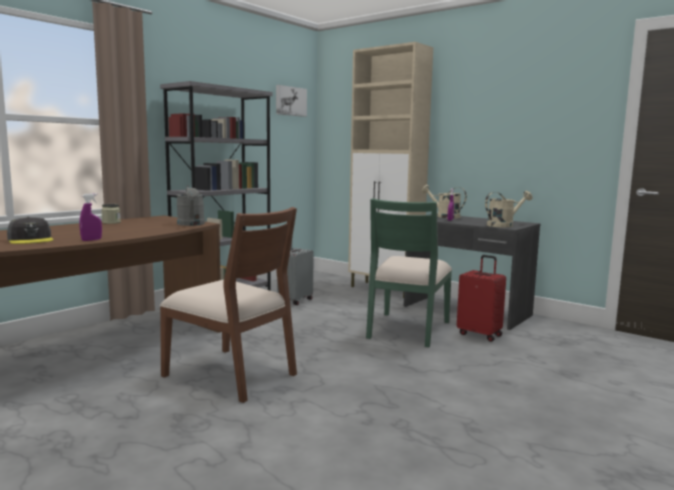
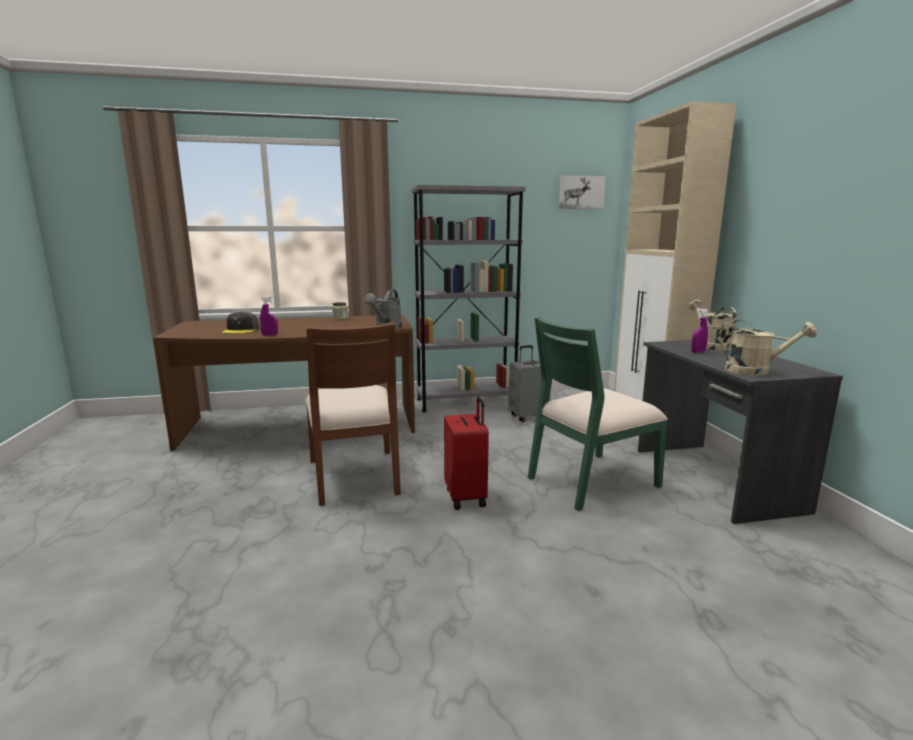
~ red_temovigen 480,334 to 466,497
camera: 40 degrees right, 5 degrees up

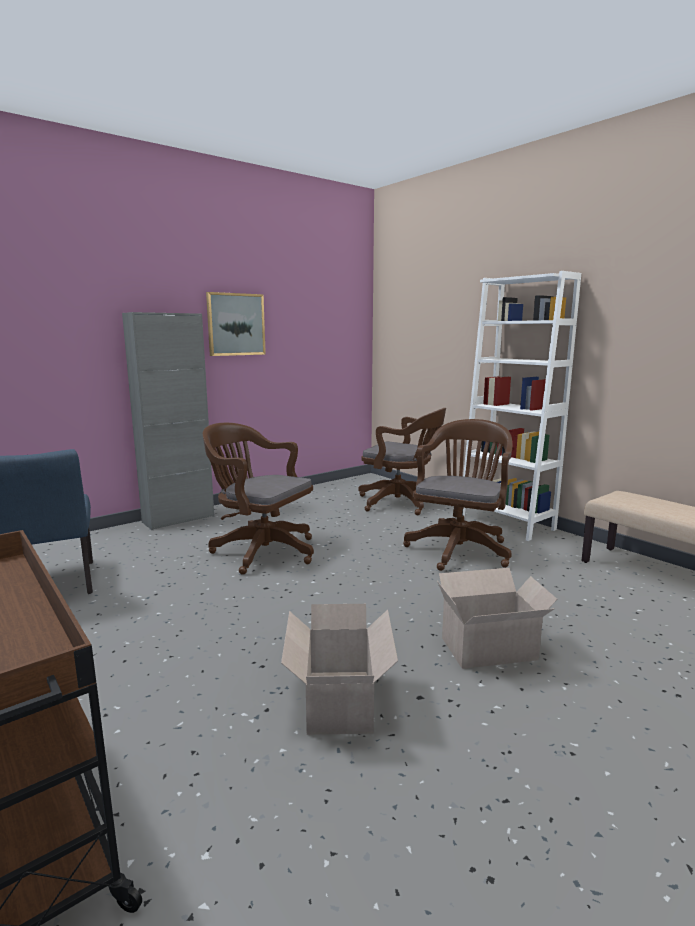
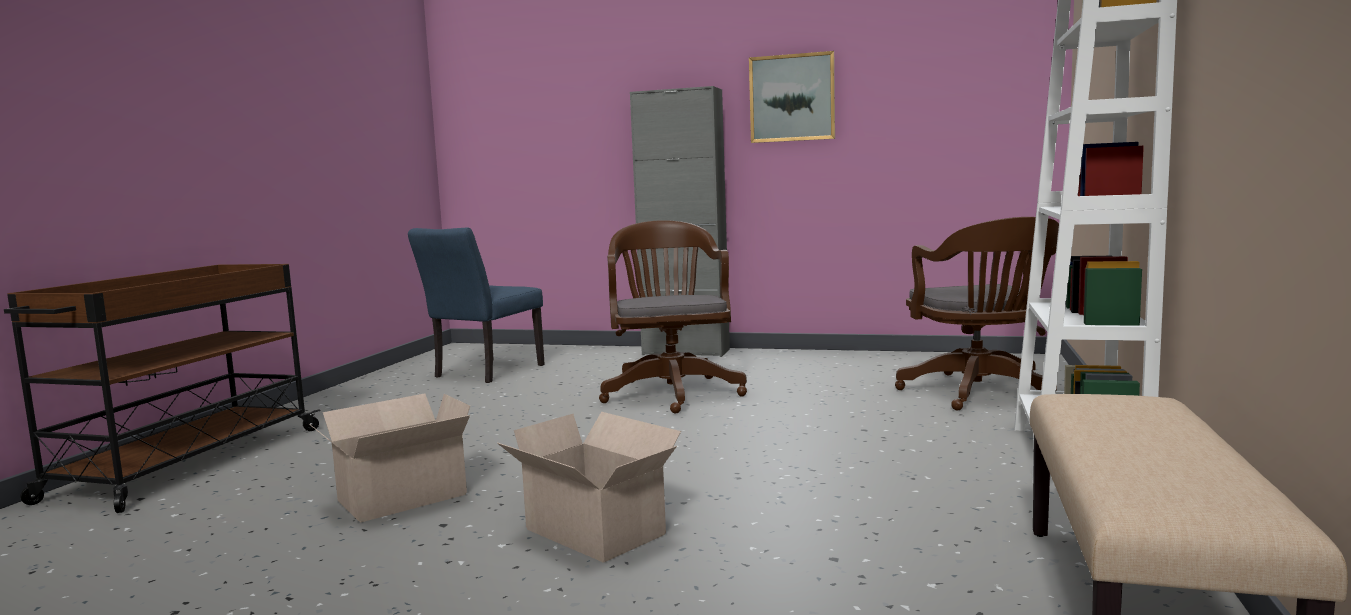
- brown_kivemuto 460,548
camera: 55 degrees right, 5 degrees down

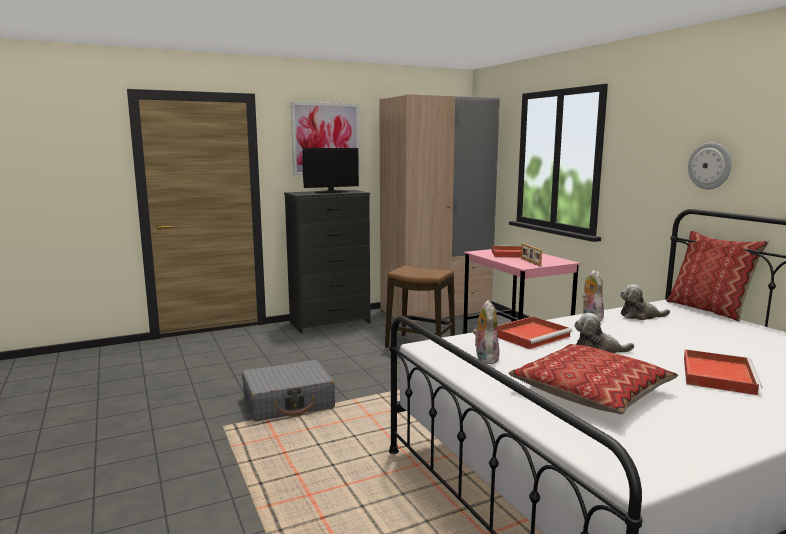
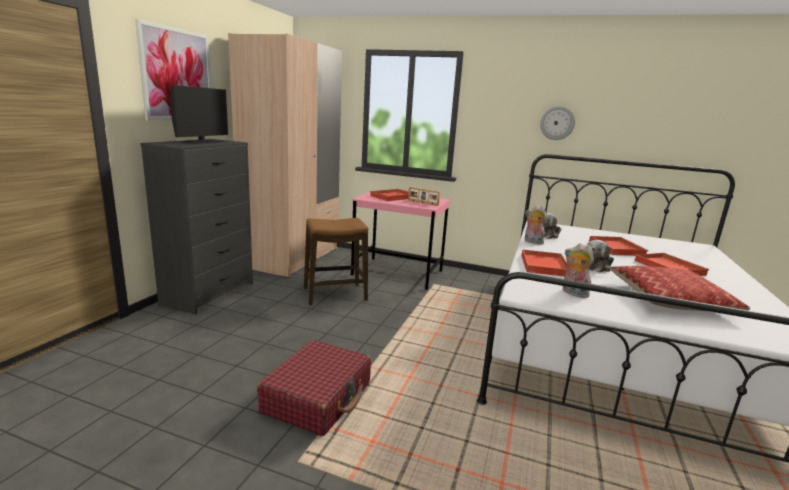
~ grey_temovigen 288,402 to red_temovigen 318,397
- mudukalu 709,309
+ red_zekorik 615,248
camera: 45 degrees left, 5 degrees up

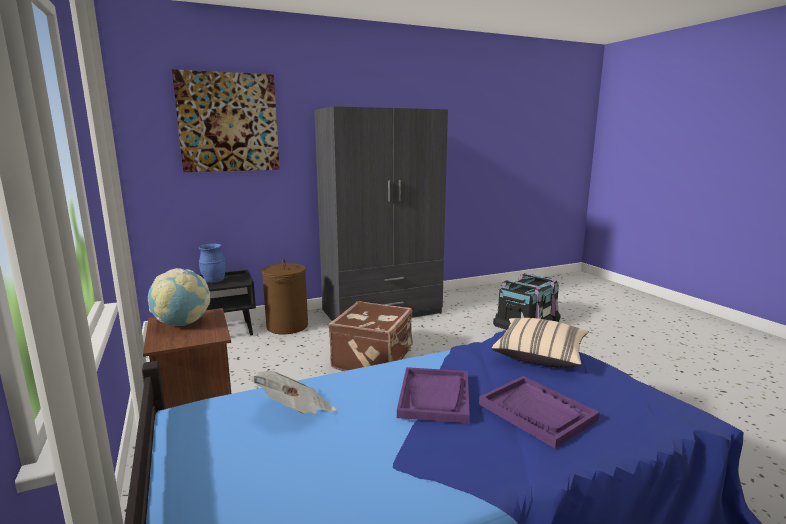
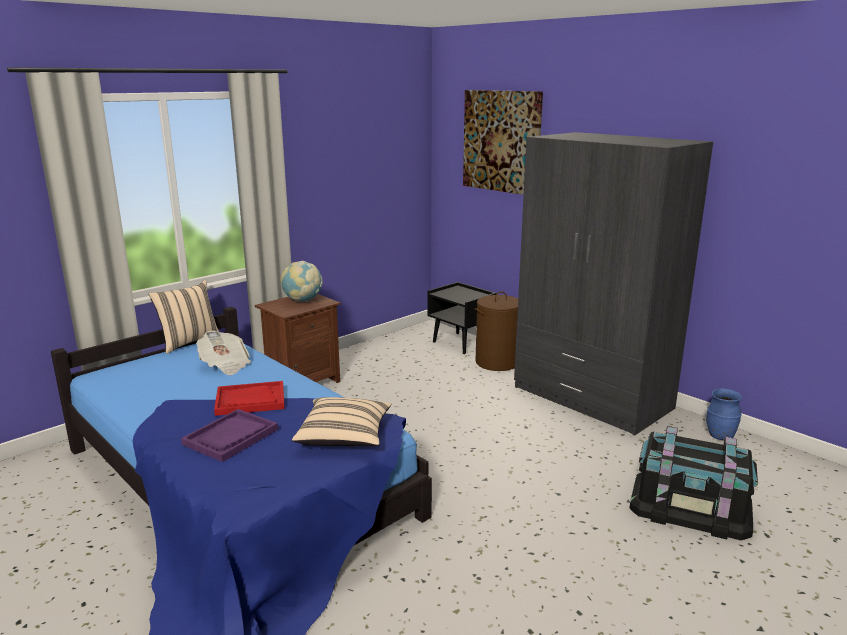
~ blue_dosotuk 214,281 to 720,436
- brown_temovigen 374,359
~ purple_zekorik 434,396 to red_zekorik 250,400
+ beige_mudukalu 189,342
camera: 70 degrees right, 5 degrees up

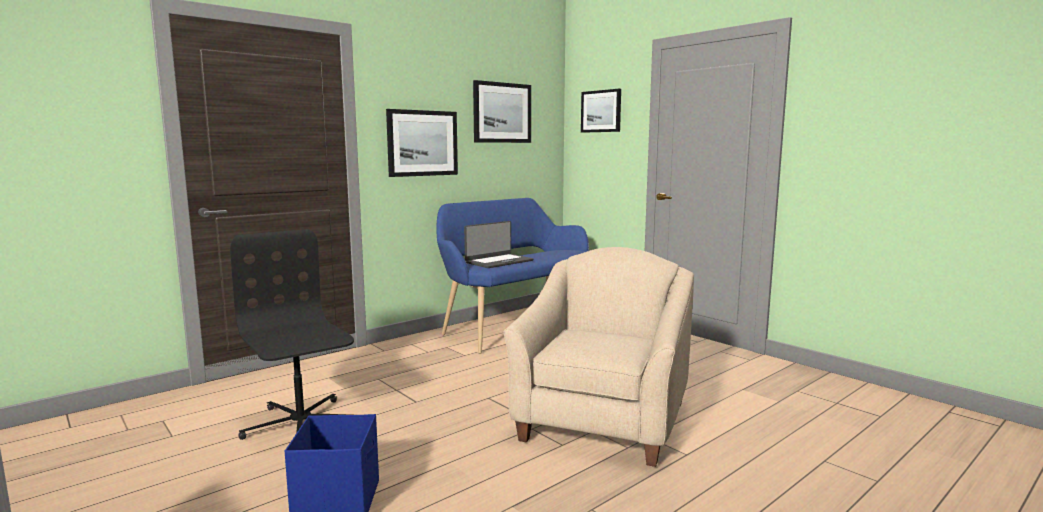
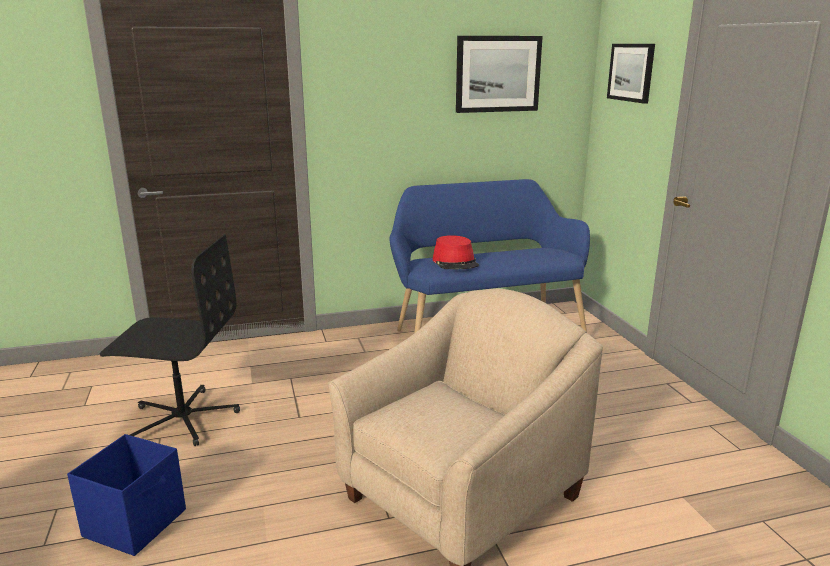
~ black_kivemuto 300,424 = 182,418 105 degrees clockwise
- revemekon 422,143
~ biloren 498,261 to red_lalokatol 455,262
camera: 25 degrees right, 10 degrees up

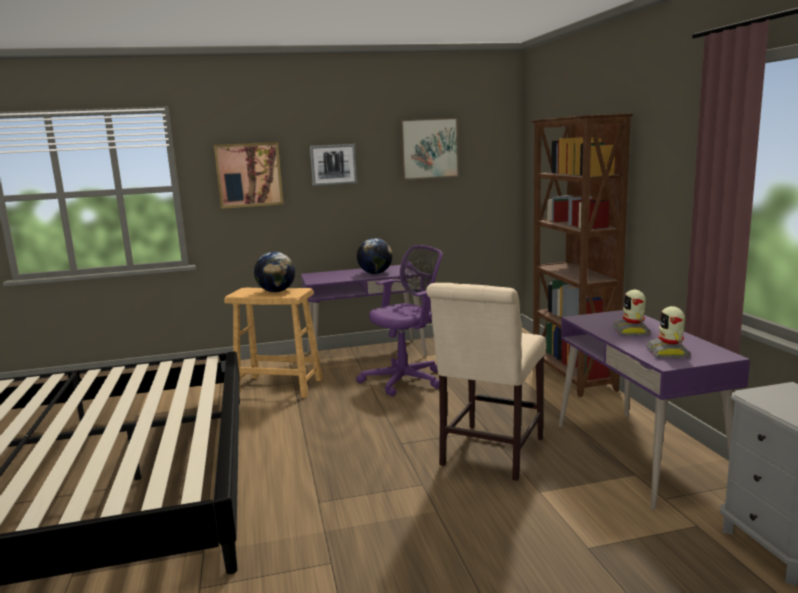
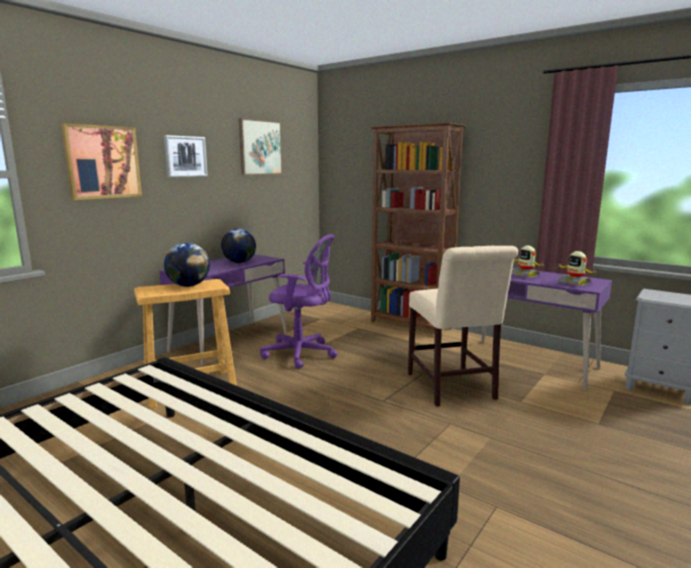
~ purple_kivemuto 406,380 = 302,354 90 degrees clockwise
camera: 40 degrees left, 0 degrees up

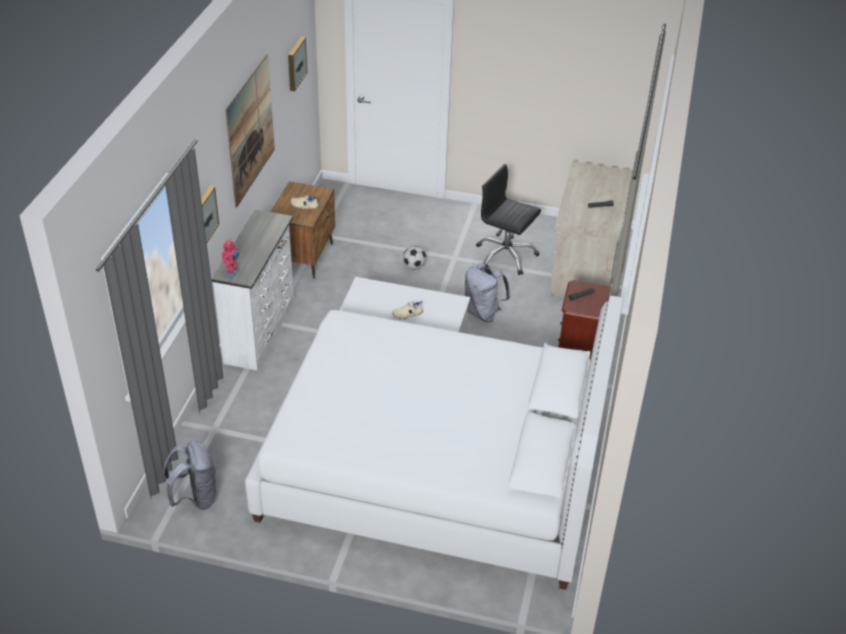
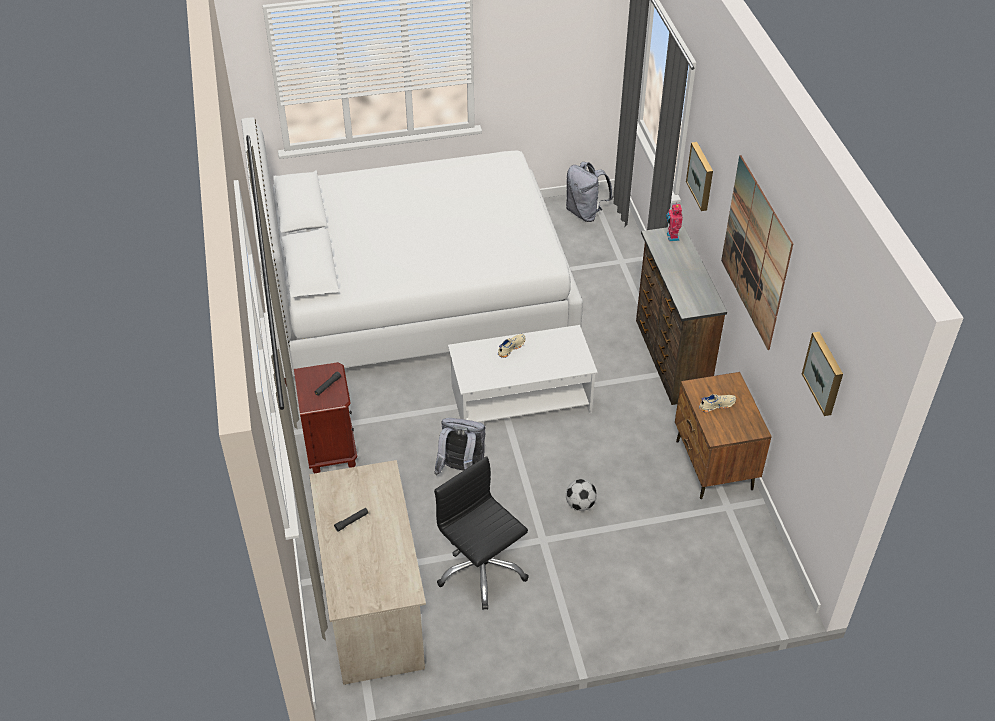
~ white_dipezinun 261,331 to brown_dipezinun 670,359
~ black_kivemuto 505,256 = 481,570 135 degrees counterclockwise
camera: 155 degrees right, 5 degrees up

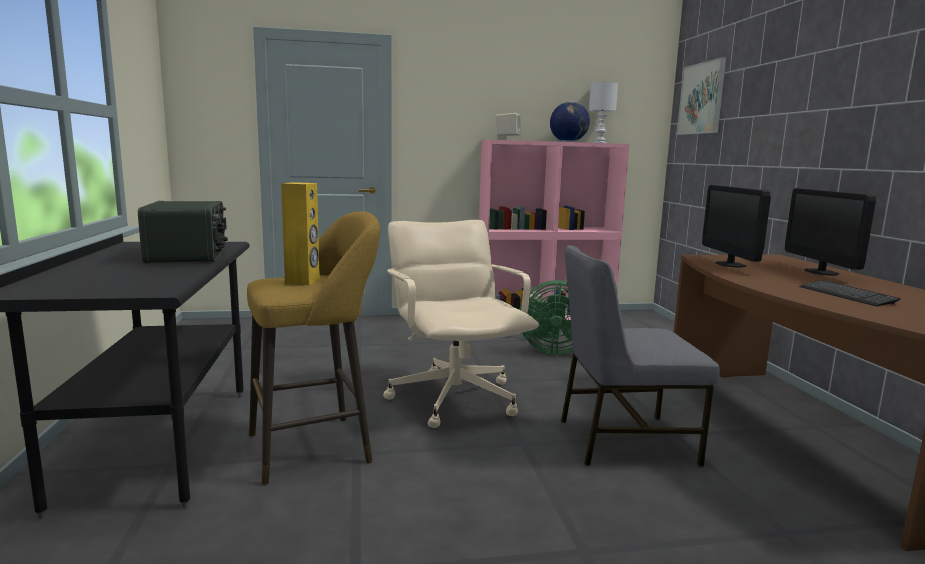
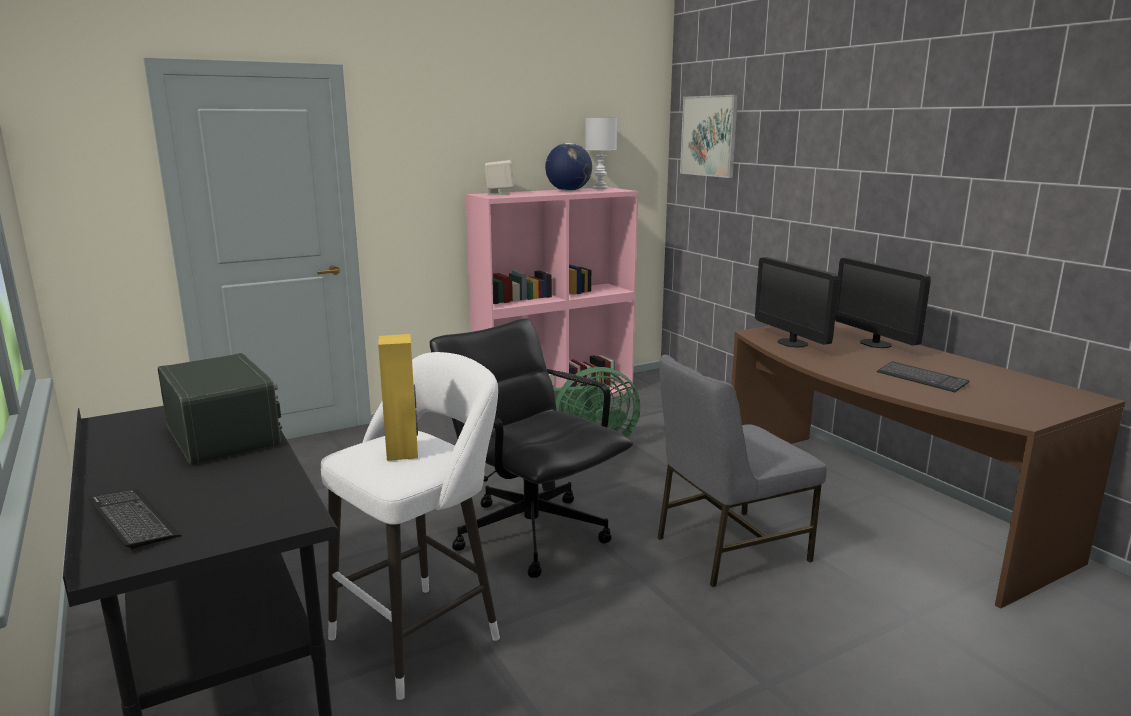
~ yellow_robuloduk 317,446 to white_robuloduk 423,634
~ beige_kivemuto 455,398 to black_kivemuto 531,532
+ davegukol 133,520
camera: 20 degrees left, 5 degrees up

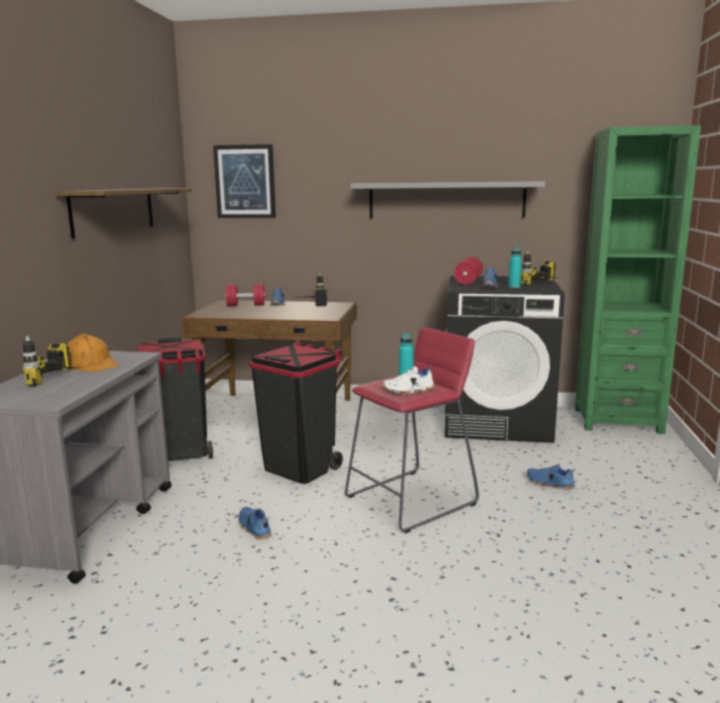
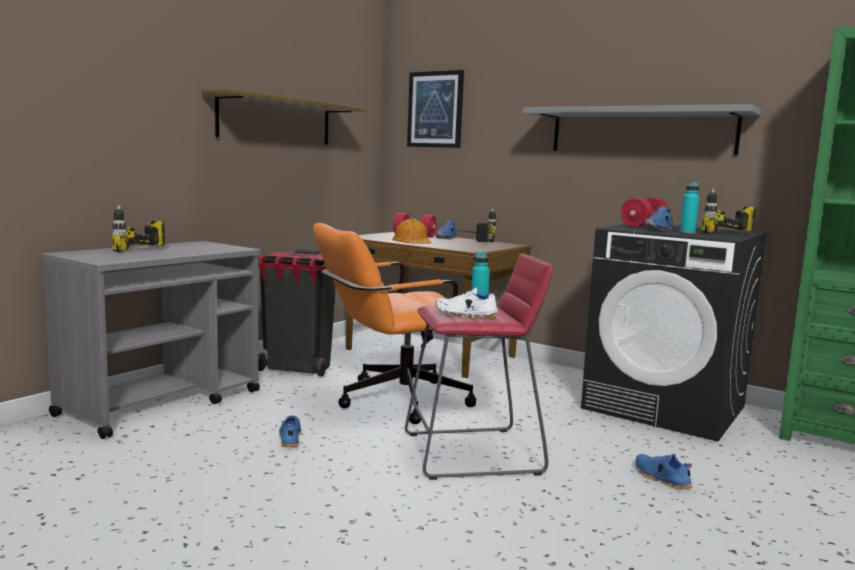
~ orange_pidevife 90,363 to 412,240
~ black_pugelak 300,468 to orange_kivemuto 392,401
camera: 25 degrees right, 5 degrees down

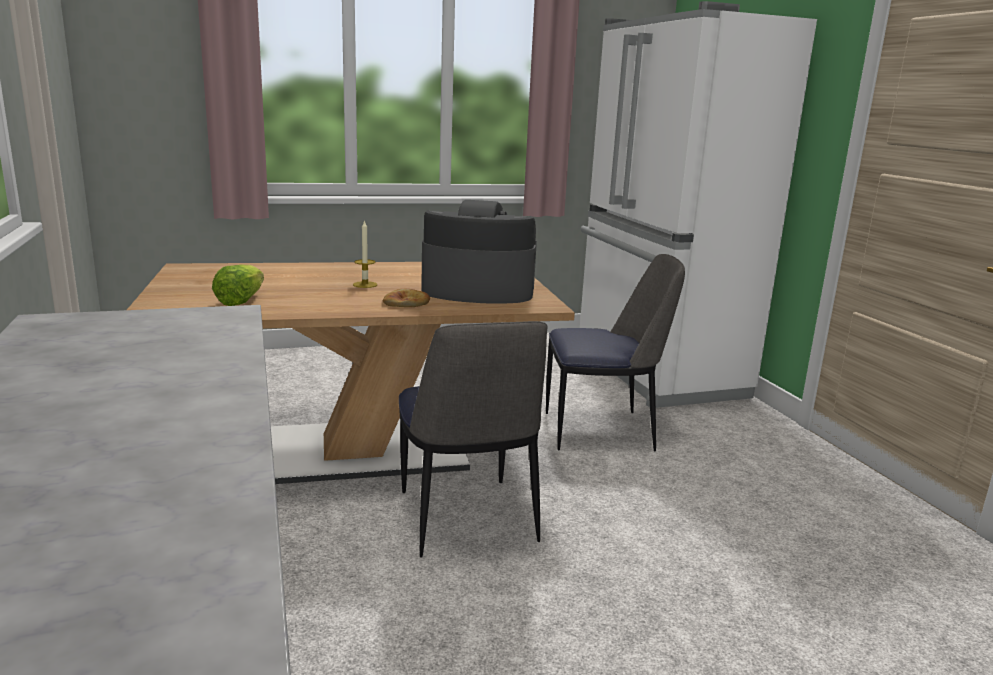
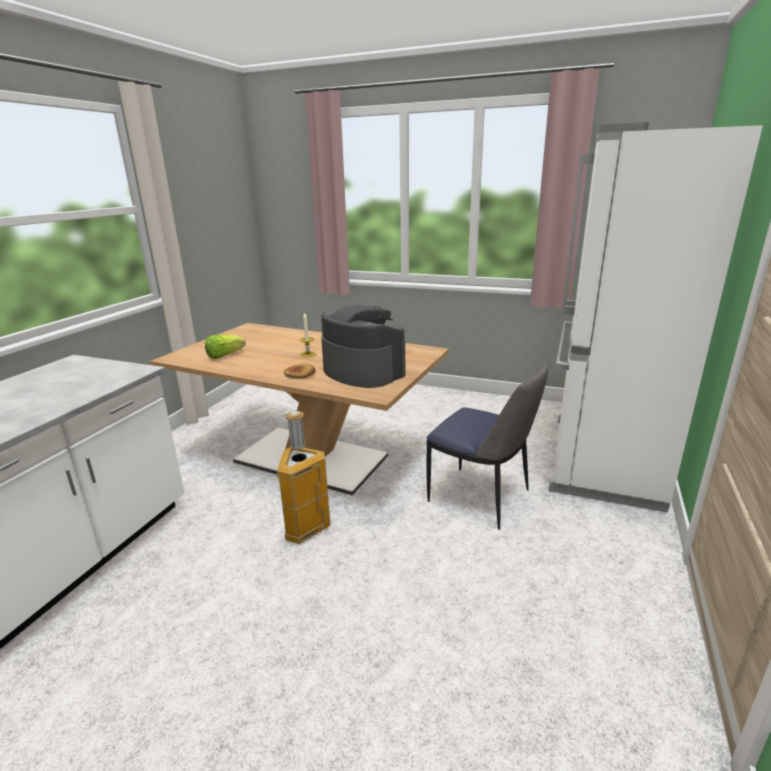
~ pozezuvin 467,519 to pugelak 305,529
camera: 40 degrees right, 5 degrees up

